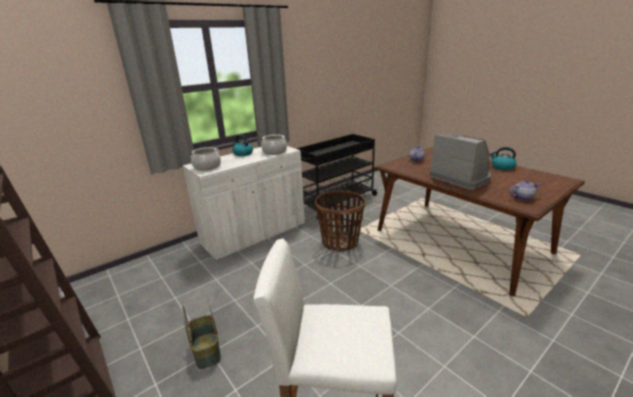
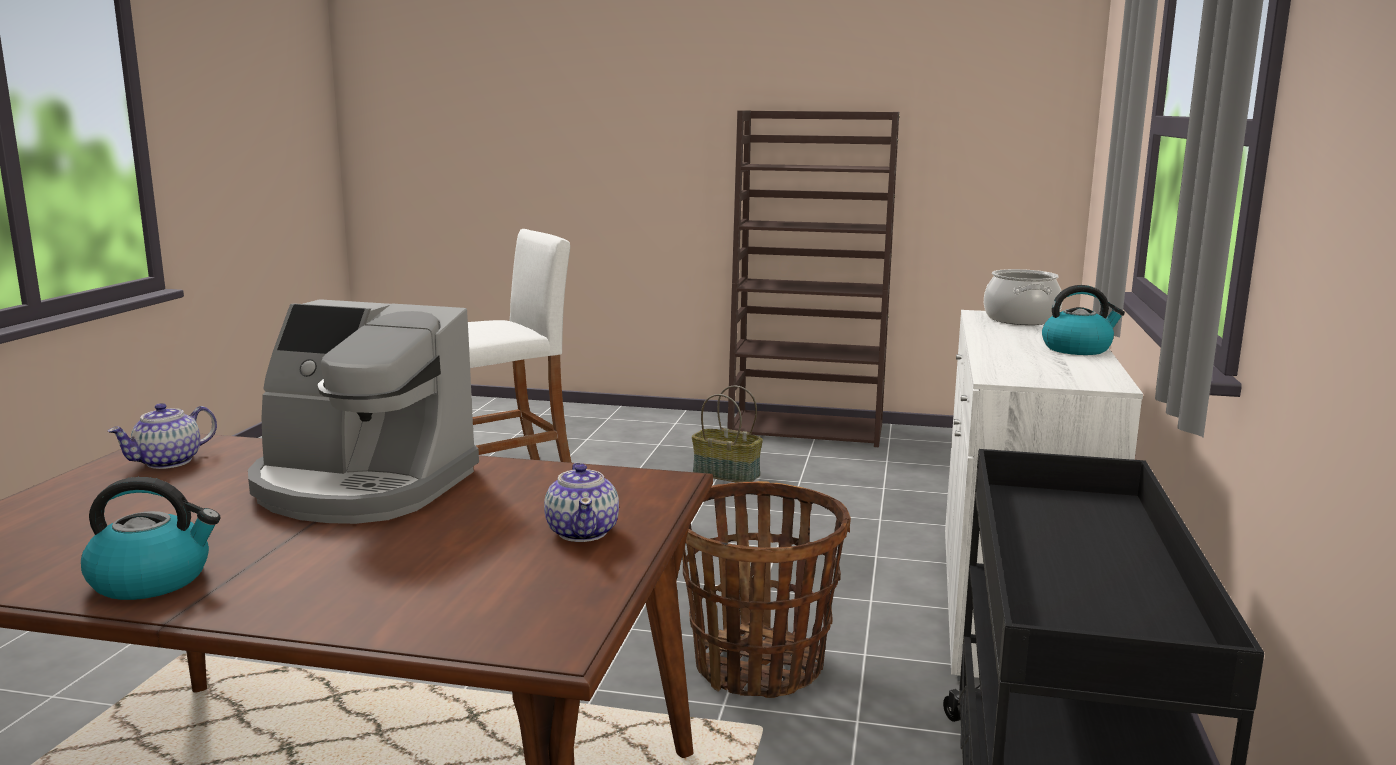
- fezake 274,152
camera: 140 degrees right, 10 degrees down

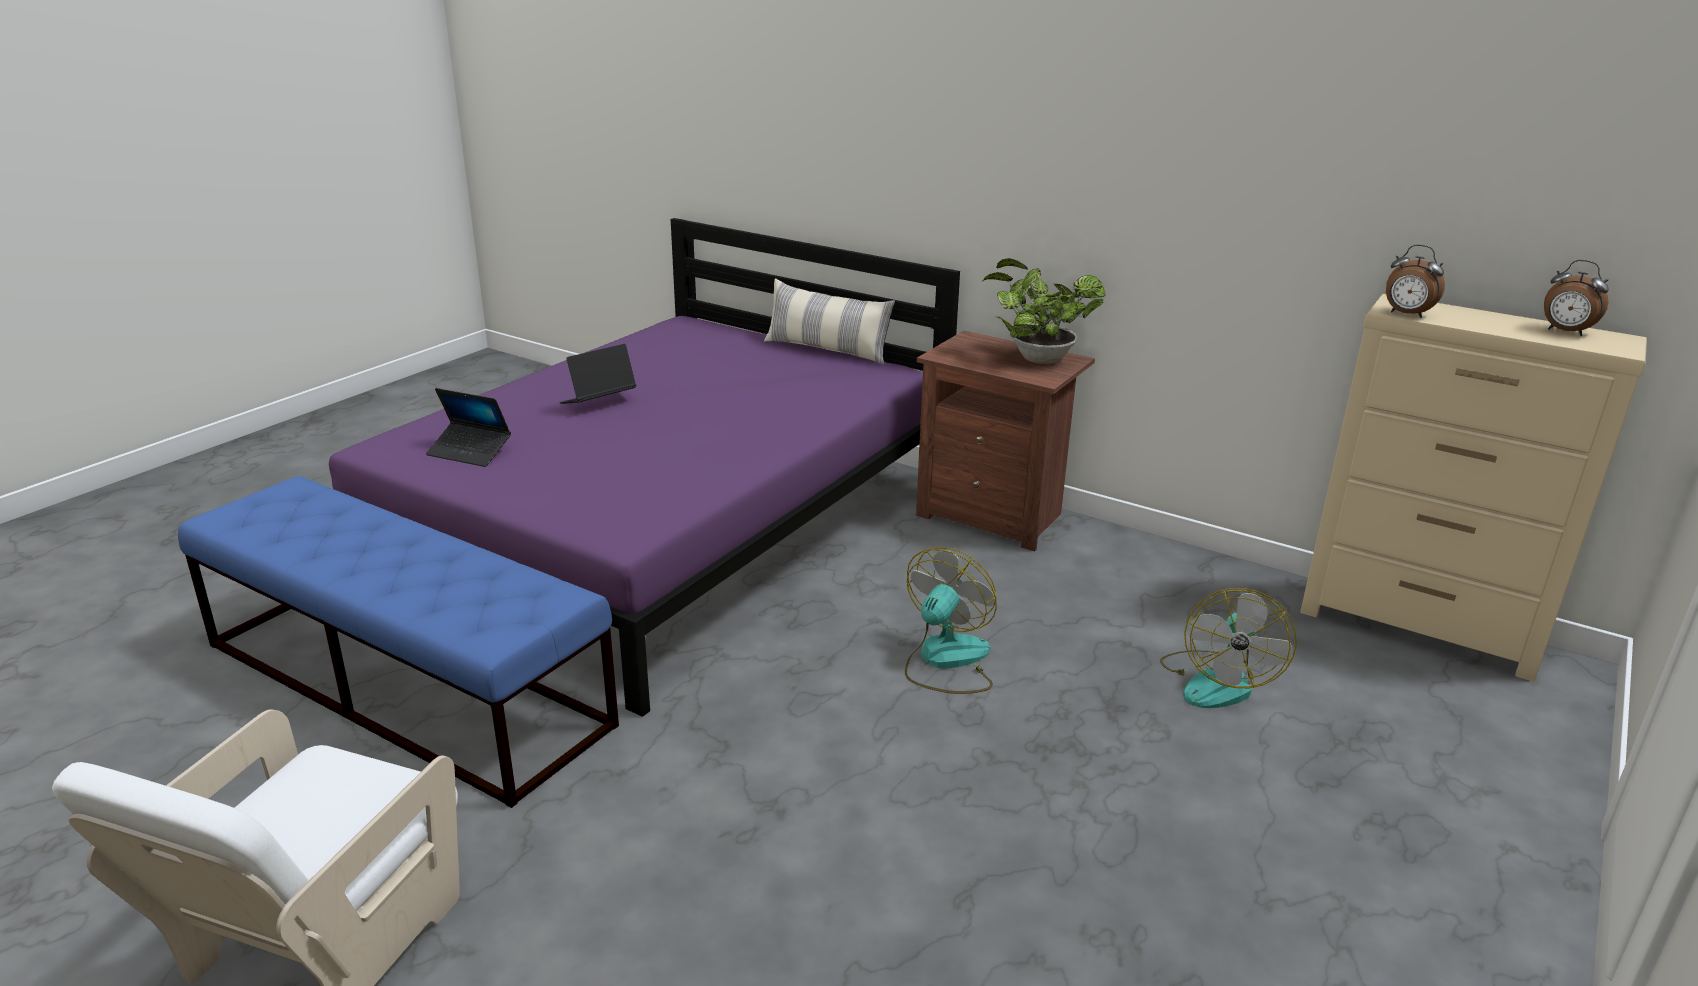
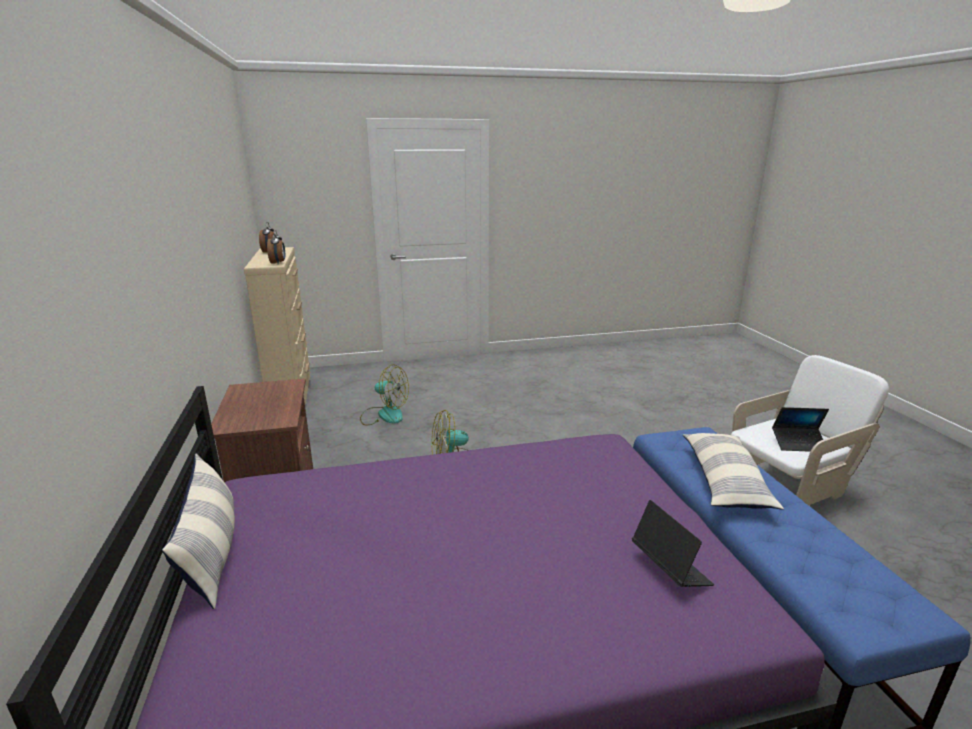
~ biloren 598,402 to 798,444
- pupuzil 1036,359
~ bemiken 1217,681 = 384,415 45 degrees clockwise
+ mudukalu 724,481
camera: 135 degrees left, 5 degrees down

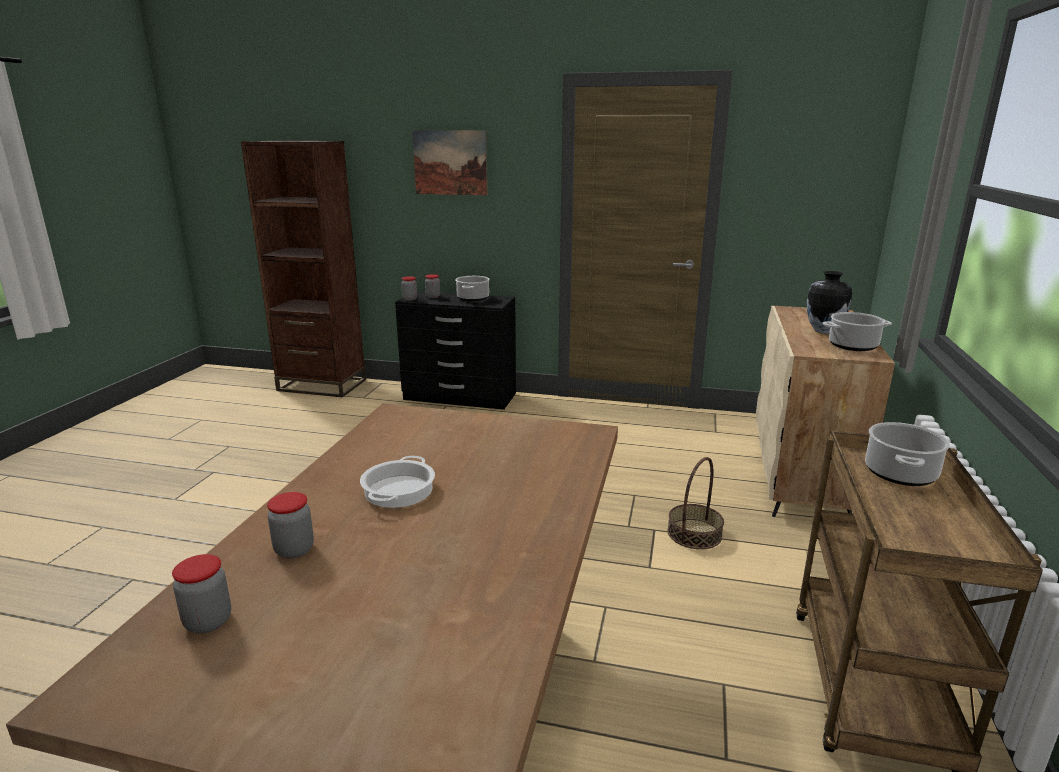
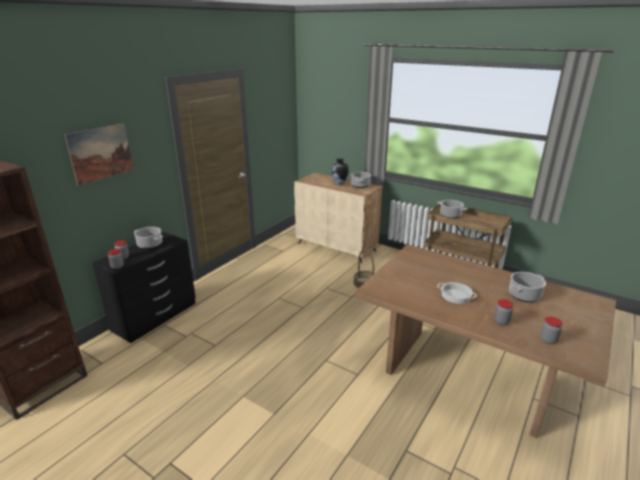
+ fezake 524,295
camera: 70 degrees left, 5 degrees up

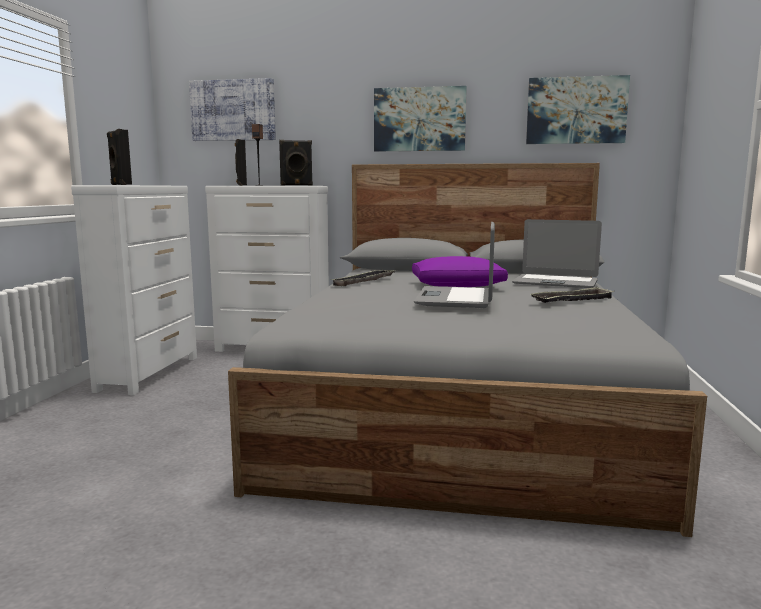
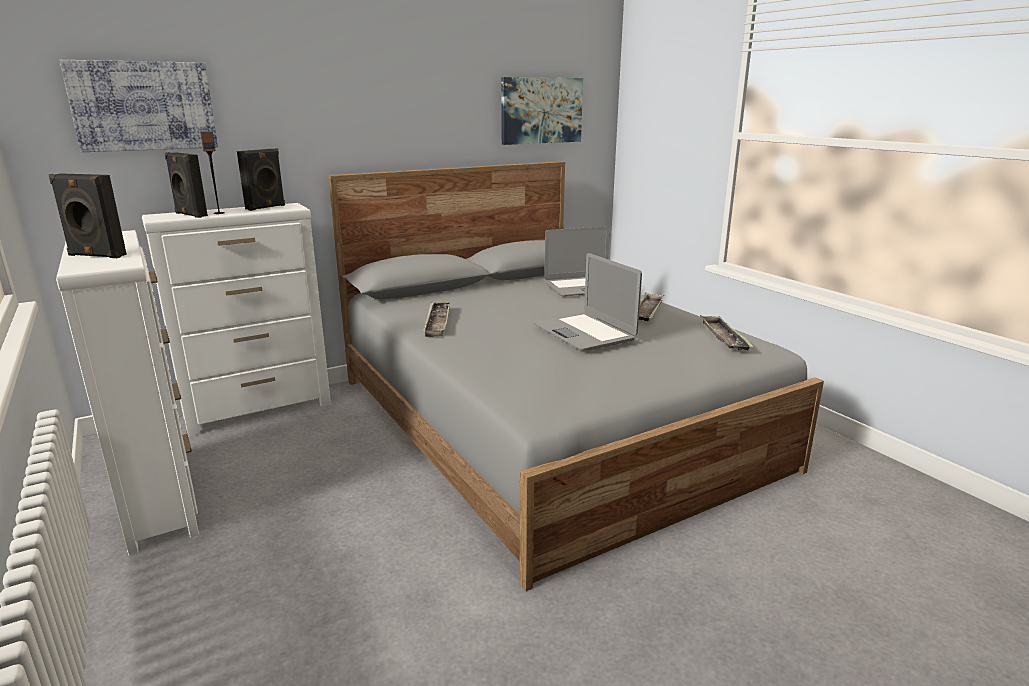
- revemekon 419,119
- purple_mudukalu 458,286
+ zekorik 724,337
camera: 40 degrees left, 10 degrees up

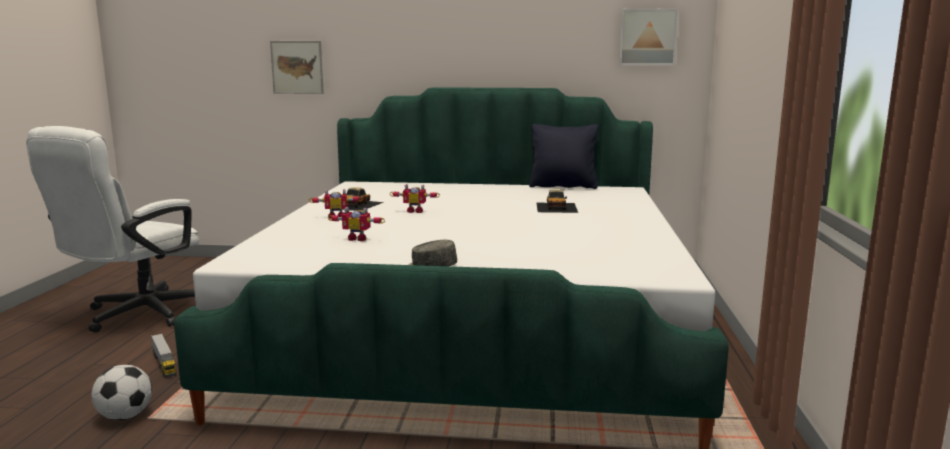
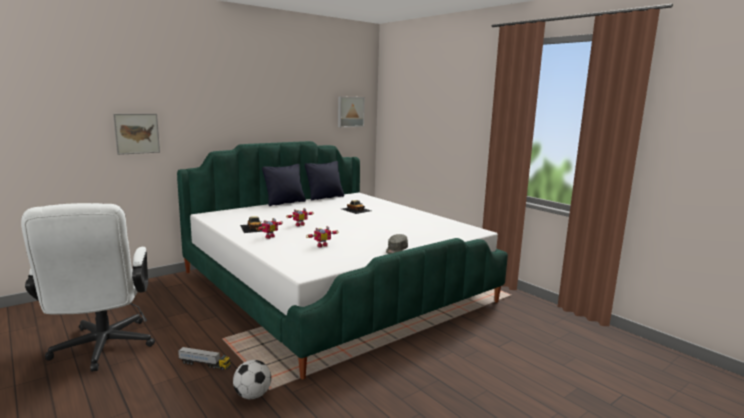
+ black_mudukalu 285,203
camera: 45 degrees left, 0 degrees up

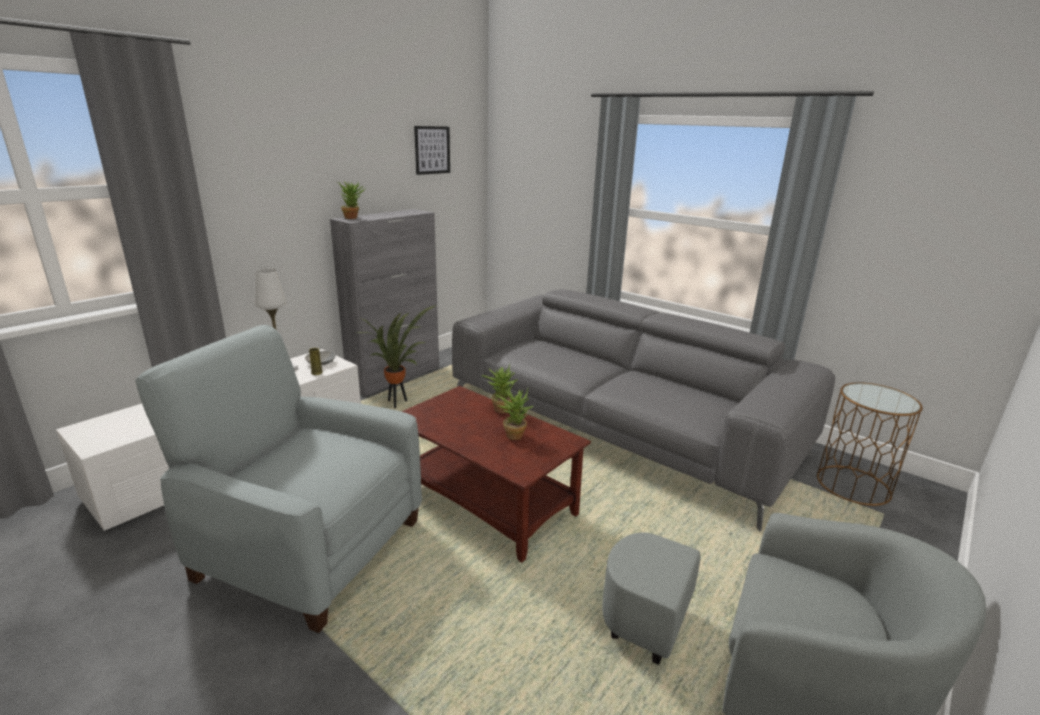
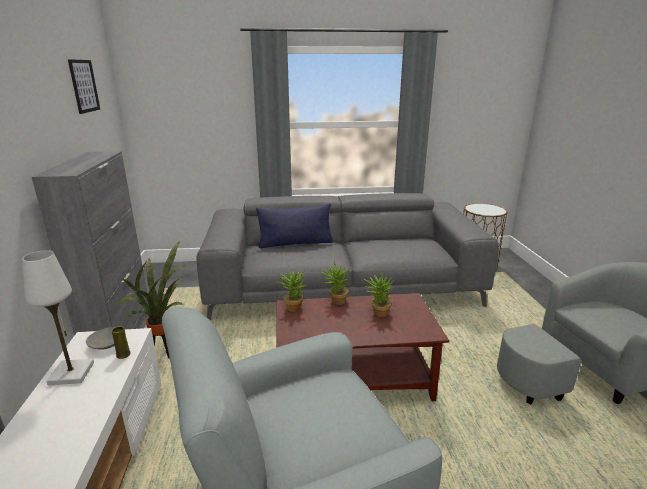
~ pupuzil 353,217 to 293,306
+ blue_mudukalu 295,243
camera: 45 degrees left, 0 degrees up

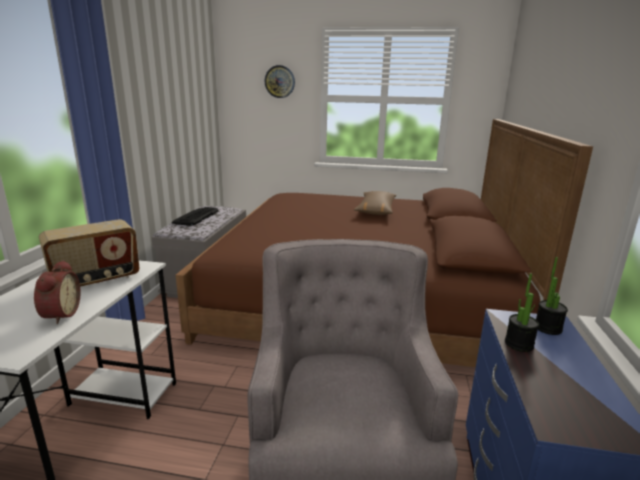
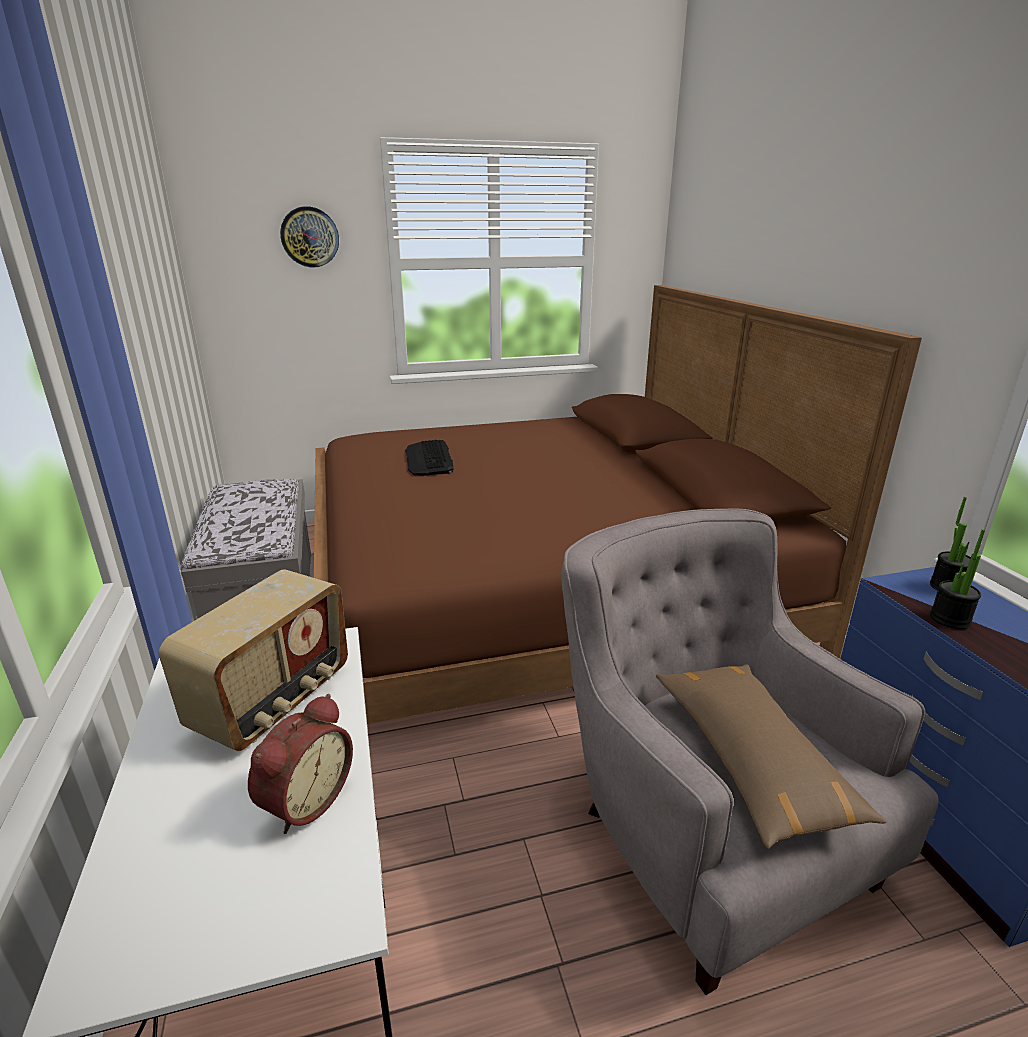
~ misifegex 59,315 = 304,800 60 degrees clockwise
~ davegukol 195,217 to 429,459
~ brown_mudukalu 376,210 to 751,760
camera: 25 degrees left, 5 degrees up

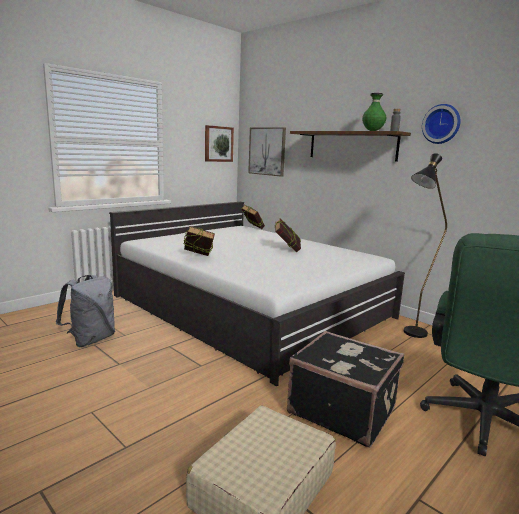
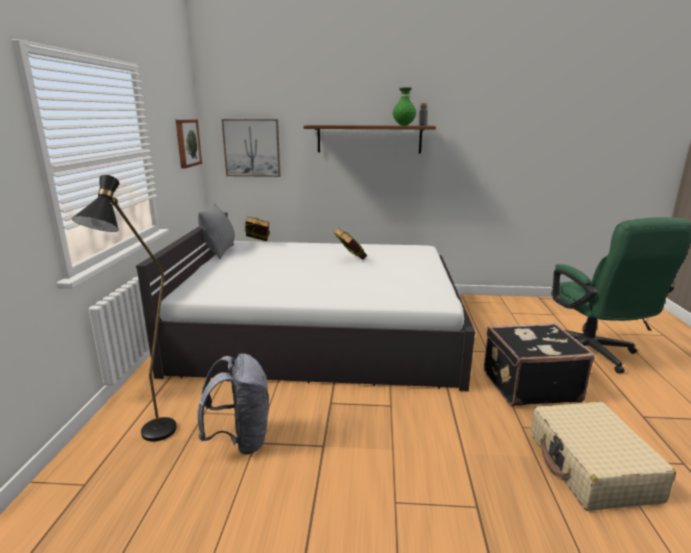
- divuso 198,258
~ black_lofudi 411,335 to 152,439
- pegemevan 442,124
+ grey_mudukalu 220,252
camera: 40 degrees left, 5 degrees up

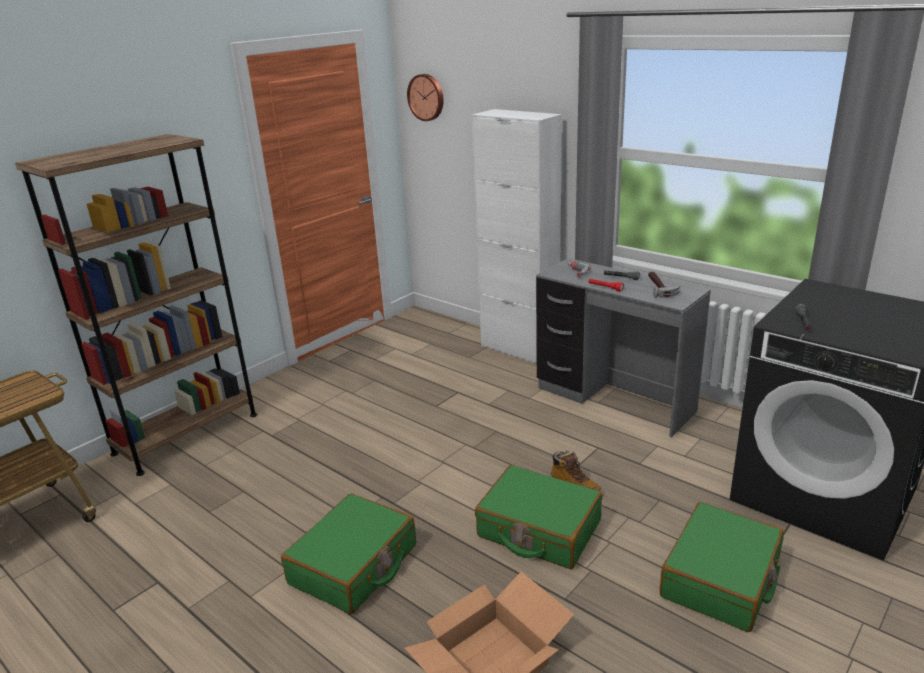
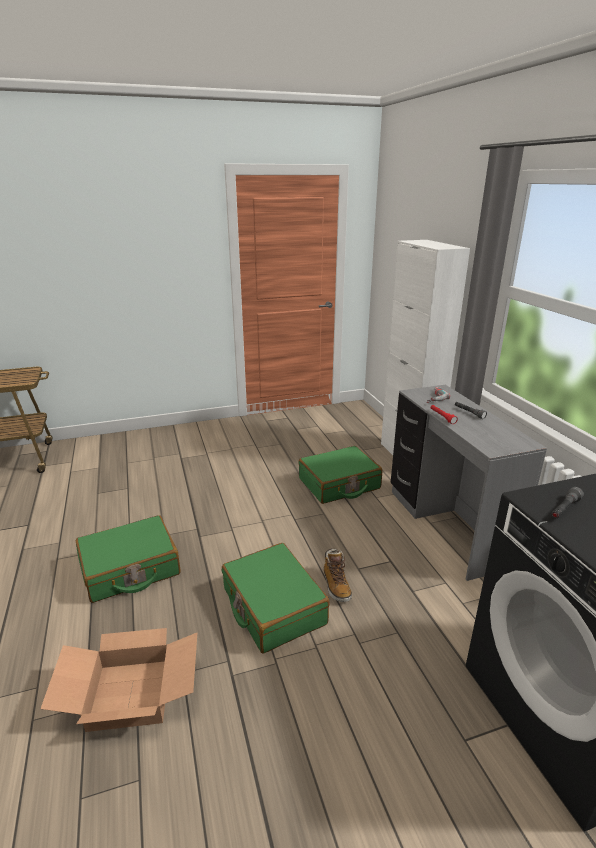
- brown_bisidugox 186,434
- pegemevan 426,97
- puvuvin 661,288
~ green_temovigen 721,579 to 339,484
camera: 30 degrees right, 0 degrees up

